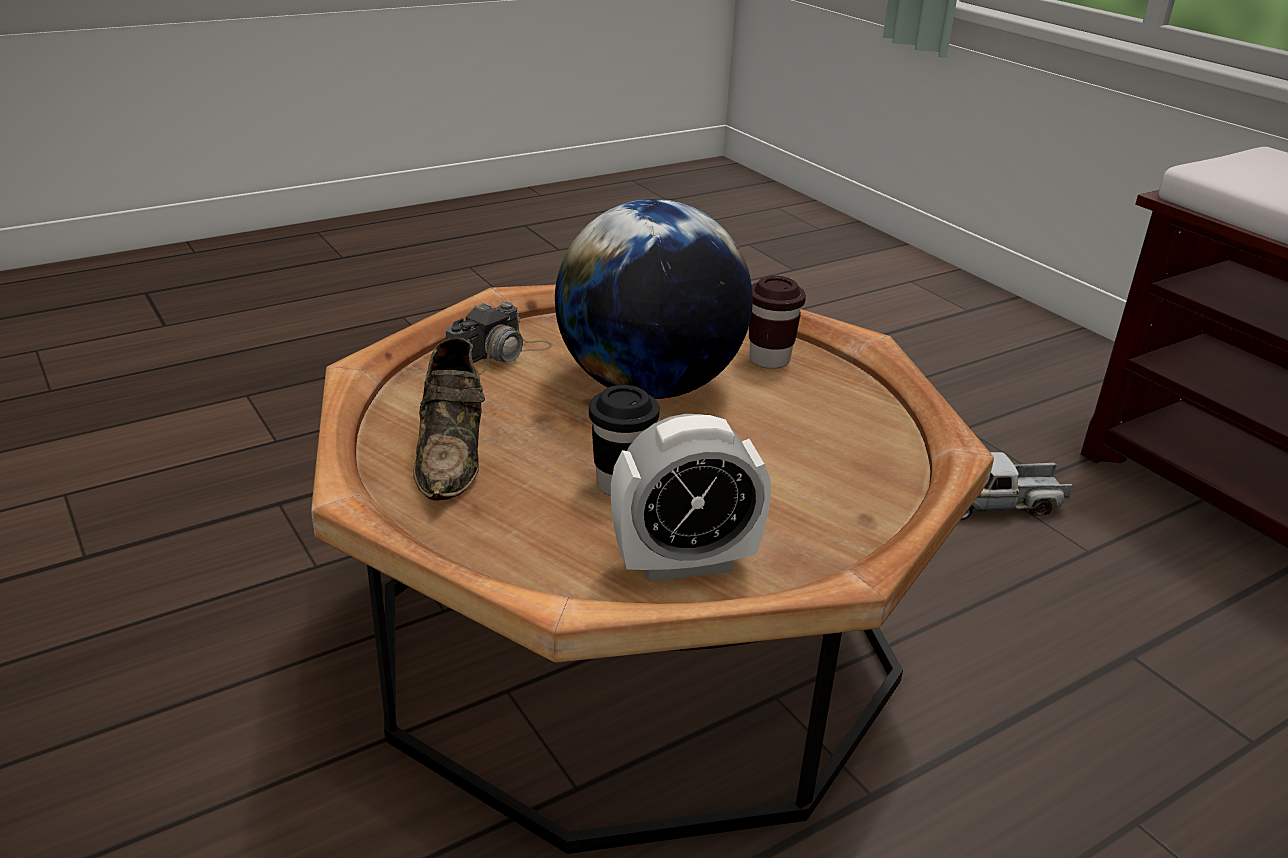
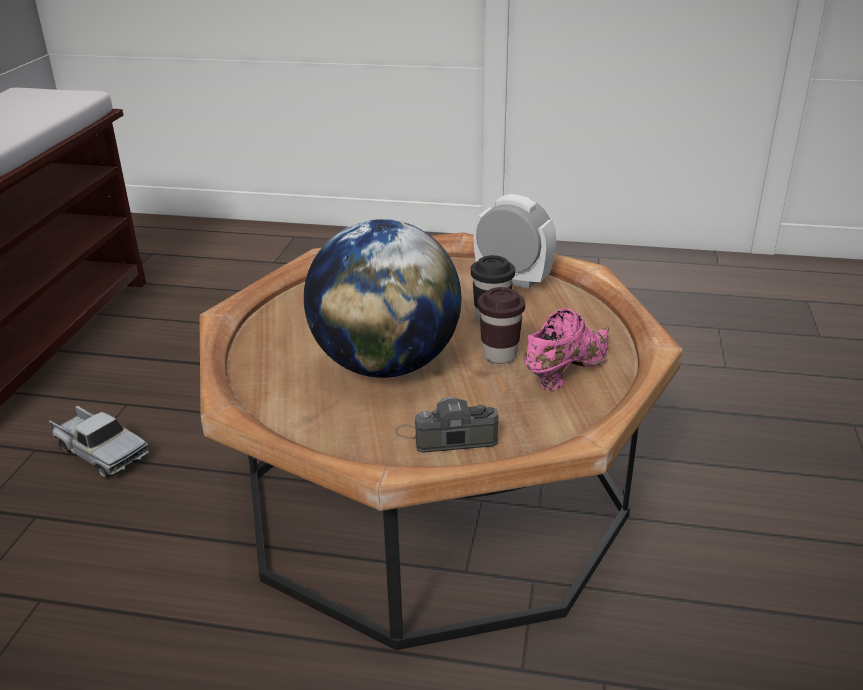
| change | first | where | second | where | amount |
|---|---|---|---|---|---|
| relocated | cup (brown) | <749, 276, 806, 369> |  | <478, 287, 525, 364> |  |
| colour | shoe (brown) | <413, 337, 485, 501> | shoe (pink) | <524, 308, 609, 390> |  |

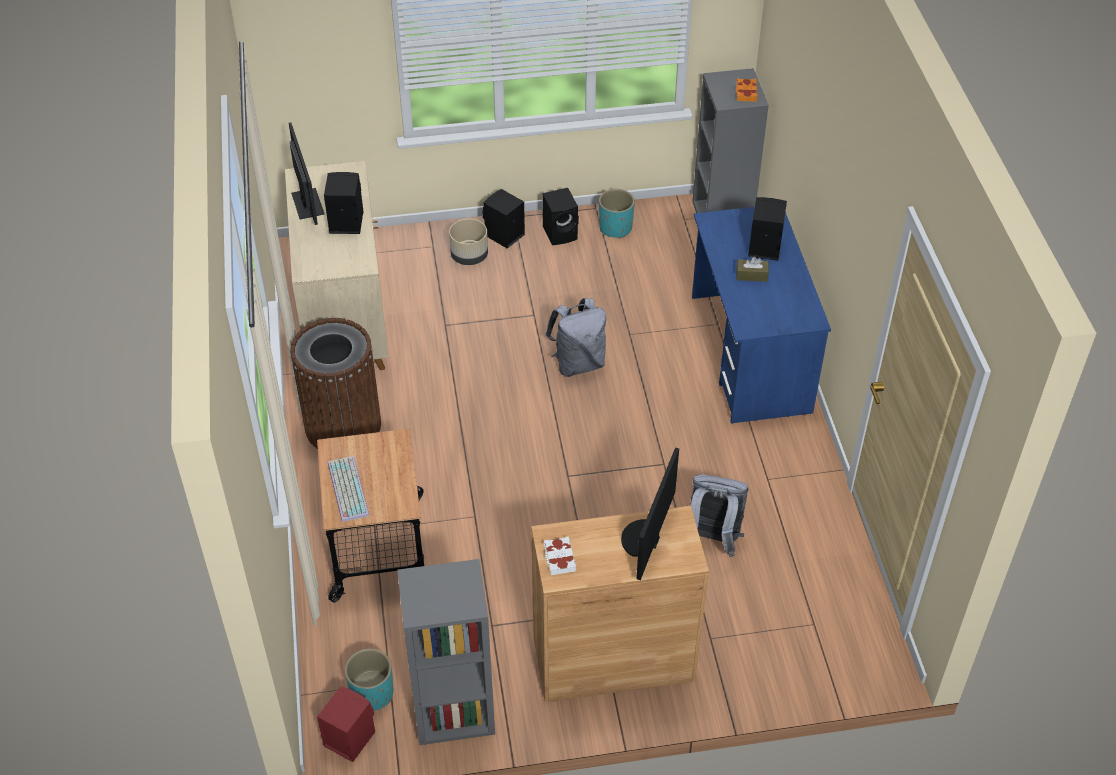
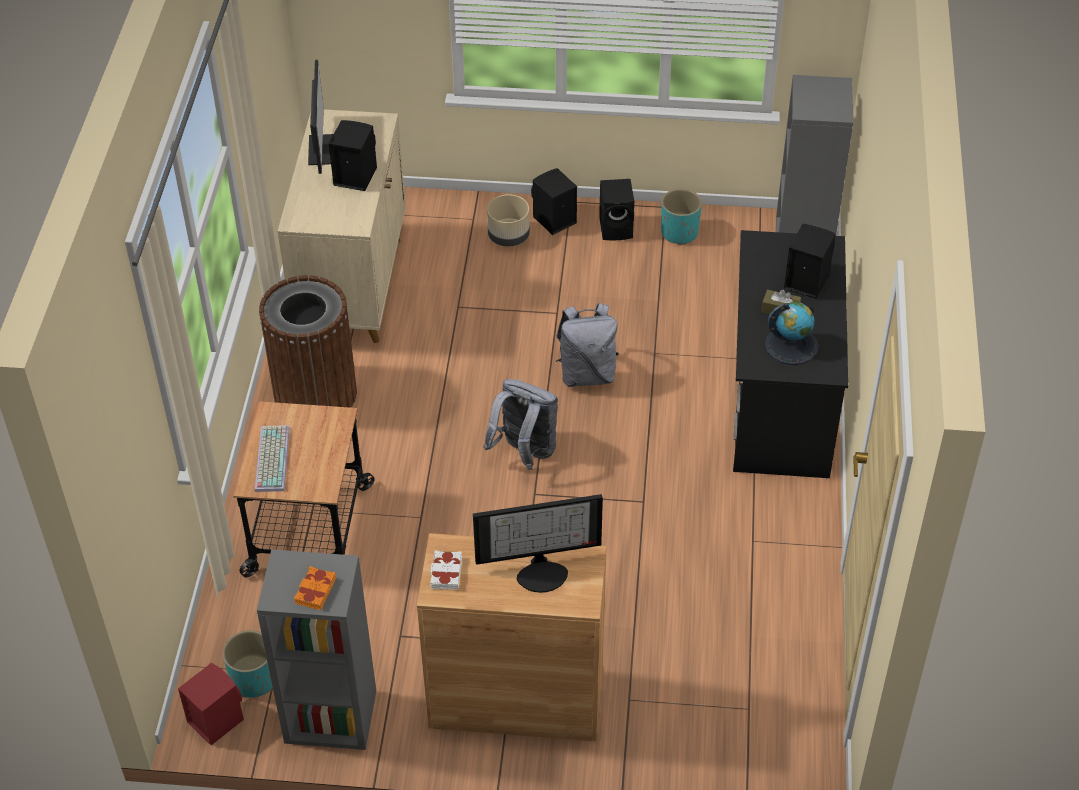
| change | first | where | second | where | amount |
|---|---|---|---|---|---|
| relocated | book (orange) | <736, 78, 757, 102> |  | <294, 566, 336, 610> |  |
| colour | desk (blue) | <692, 207, 831, 423> | desk (black) | <733, 230, 848, 479> |  |
| spun | monitor | <621, 448, 679, 580> |  | <473, 494, 603, 593> | 135 degrees counterclockwise |
| relocated | backpack (grey) | <690, 474, 748, 557> |  | <483, 379, 558, 470> |  |
| appeared |  |  | globe | <765, 302, 819, 365> |  |

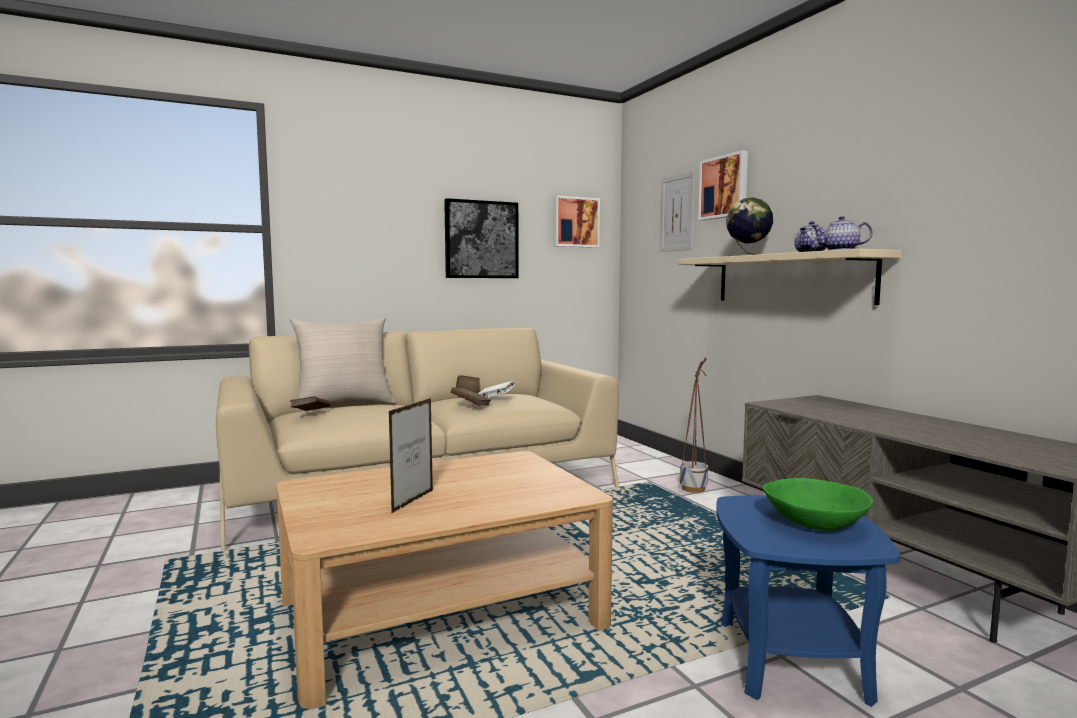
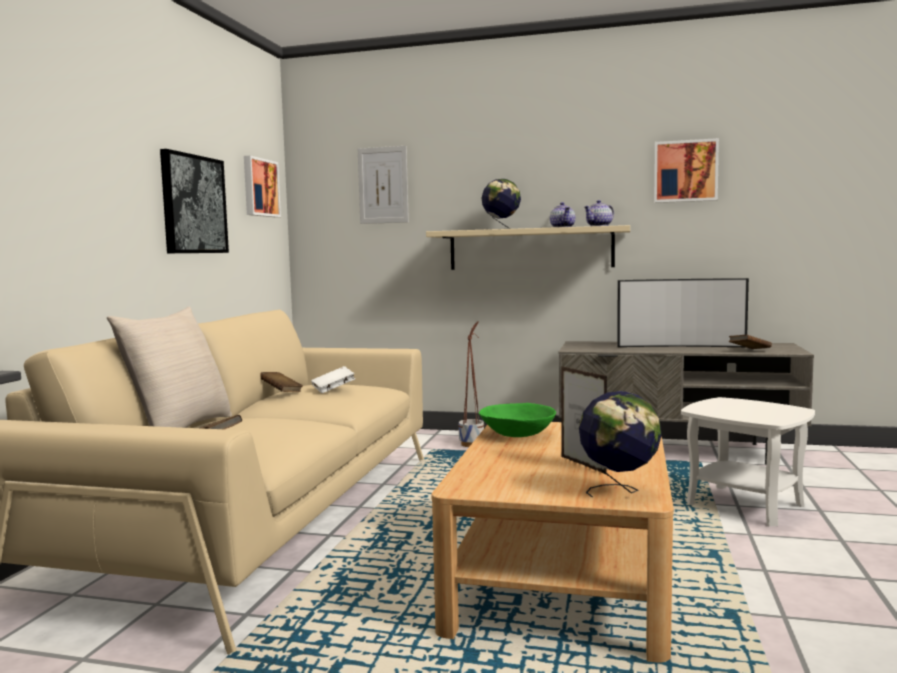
| change | first | where | second | where | amount |
|---|---|---|---|---|---|
| relocated | picture | <698, 150, 748, 220> |  | <654, 138, 719, 203> |  |
| relocated | book (brown) | <451, 388, 491, 406> |  | <729, 335, 772, 349> |  |
| relocated | bowl (green) | <763, 478, 873, 531> |  | <479, 403, 556, 437> |  |
| colour | side table (blue) | <716, 495, 900, 707> | side table (white) | <681, 397, 815, 526> |  |
| appeared |  |  | television | <617, 278, 749, 347> |  |
| appeared |  |  | globe | <579, 391, 662, 497> |  |

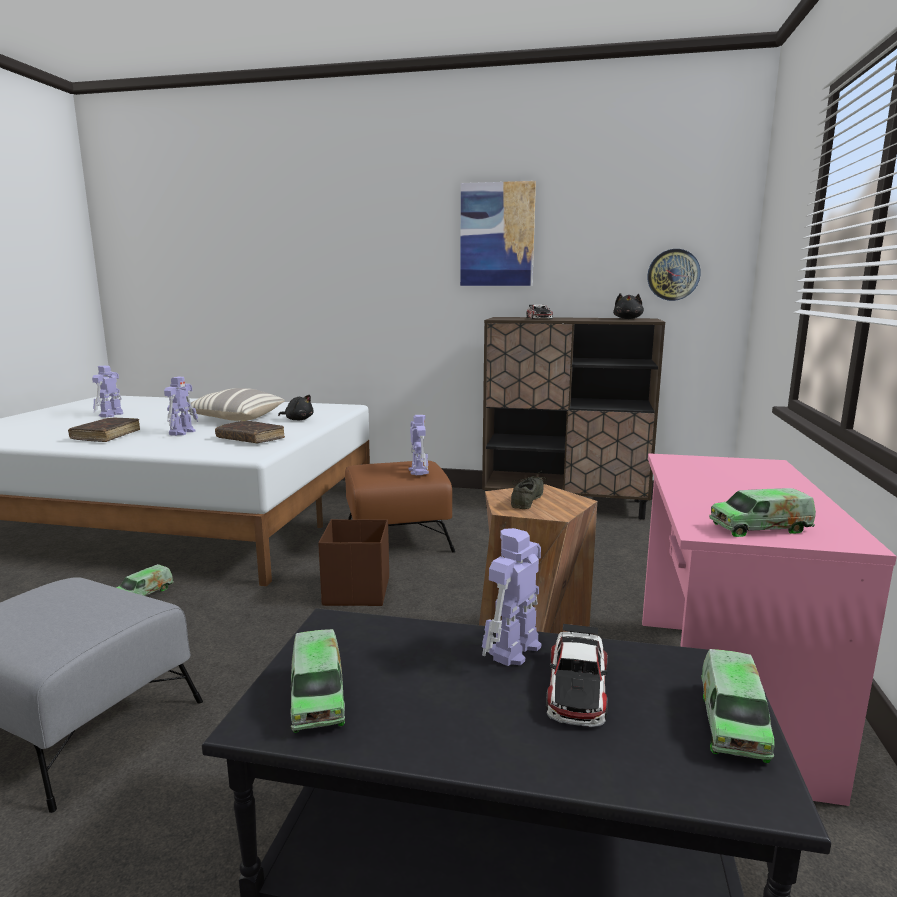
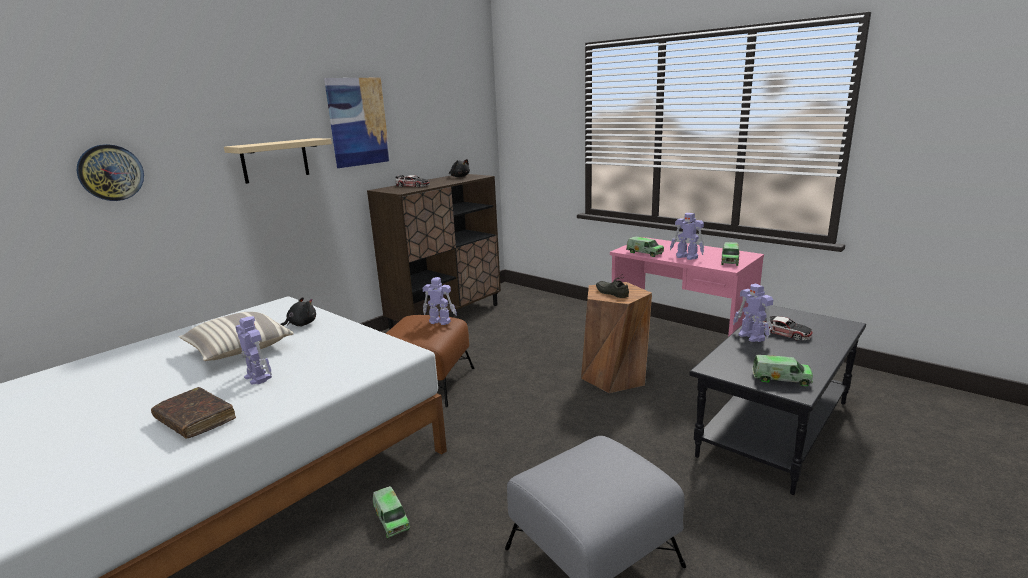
| change | first | where | second | where | amount |
|---|---|---|---|---|---|
| relocated | wall clock | <647, 249, 701, 301> |  | <76, 144, 144, 201> |  |
| relocated | toy robot | <92, 366, 123, 417> |  | <670, 213, 704, 260> |  |
| missing | book (brown) | <215, 420, 285, 444> |  |  |  |
| missing | storage box (brown) | <318, 519, 389, 606> |  |  |  |
| relocated | toy truck | <701, 649, 775, 763> |  | <626, 237, 664, 257> |  |
| appeared |  |  | shelf (beige) | <224, 138, 332, 184> |  |

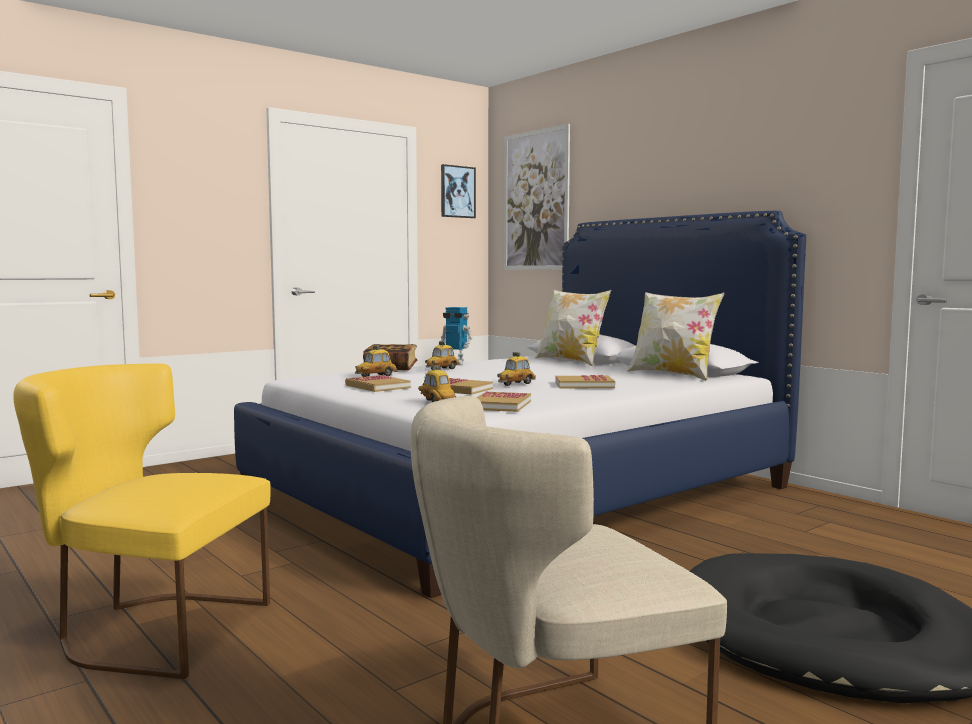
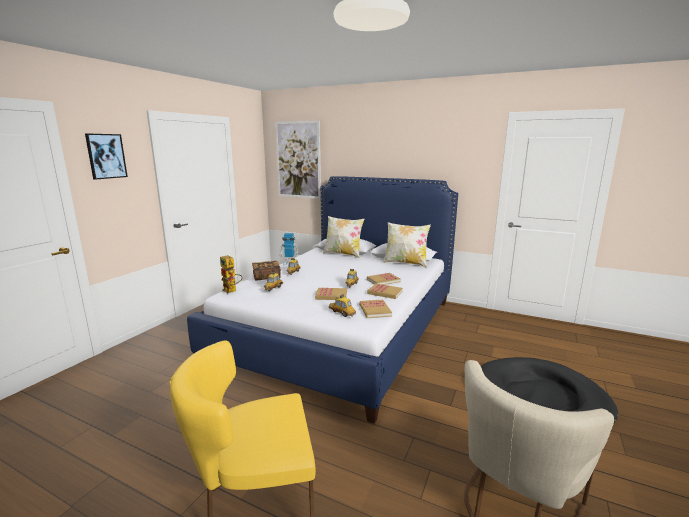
| change | first | where | second | where | amount |
|---|---|---|---|---|---|
| relocated | picture | <441, 164, 476, 218> |  | <85, 134, 128, 180> |  |
| relocated | book | <345, 375, 411, 392> |  | <367, 284, 403, 299> |  |
| appeared |  |  | toy robot | <220, 255, 243, 293> |  |

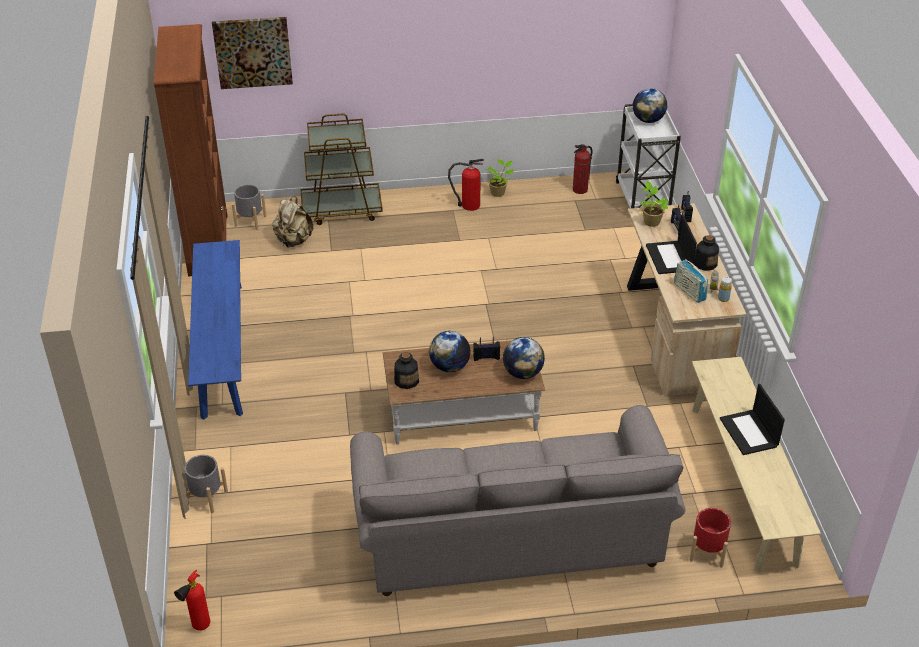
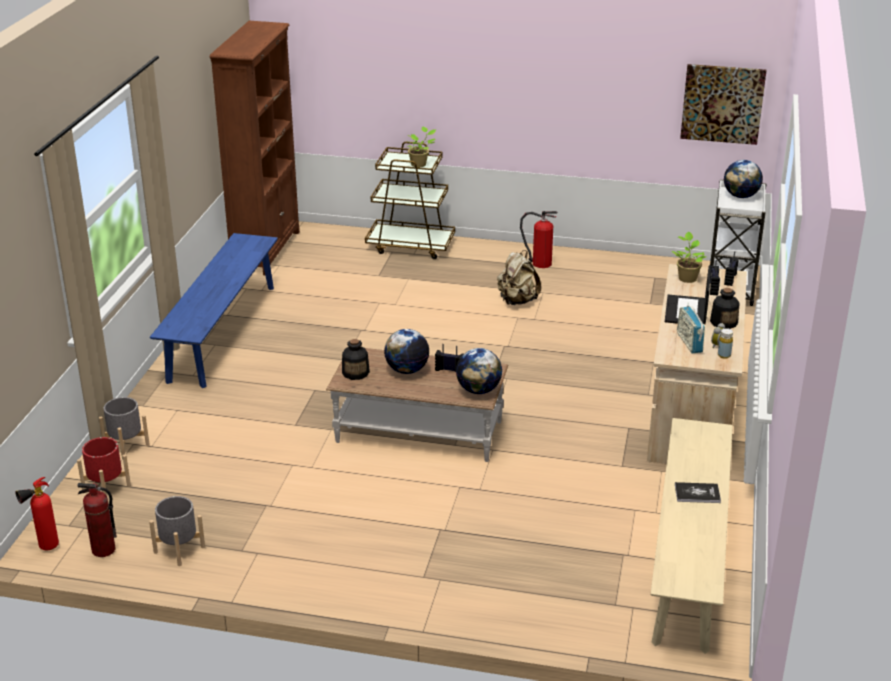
| change | first | where | second | where | amount |
|---|---|---|---|---|---|
| relocated | picture | <212, 17, 293, 89> |  | <680, 64, 766, 145> |  |
| relocated | fire extinguisher | <573, 144, 593, 194> |  | <77, 483, 117, 557> |  |
| relocated | potted plant | <485, 159, 514, 197> |  | <406, 126, 436, 167> |  |
| relocated | planter (grey) | <232, 185, 267, 230> |  | <149, 496, 205, 566> |  |
| relocated | backpack (beige) | <272, 197, 314, 248> |  | <497, 250, 541, 305> |  |
| exchanged | laptop | <720, 384, 785, 455> | book | <675, 482, 721, 503> |  |
| missing | sofa (grey) | <350, 405, 685, 596> |  |  |  |
| relocated | planter (red) | <689, 508, 731, 568> |  | <77, 437, 131, 496> |  |

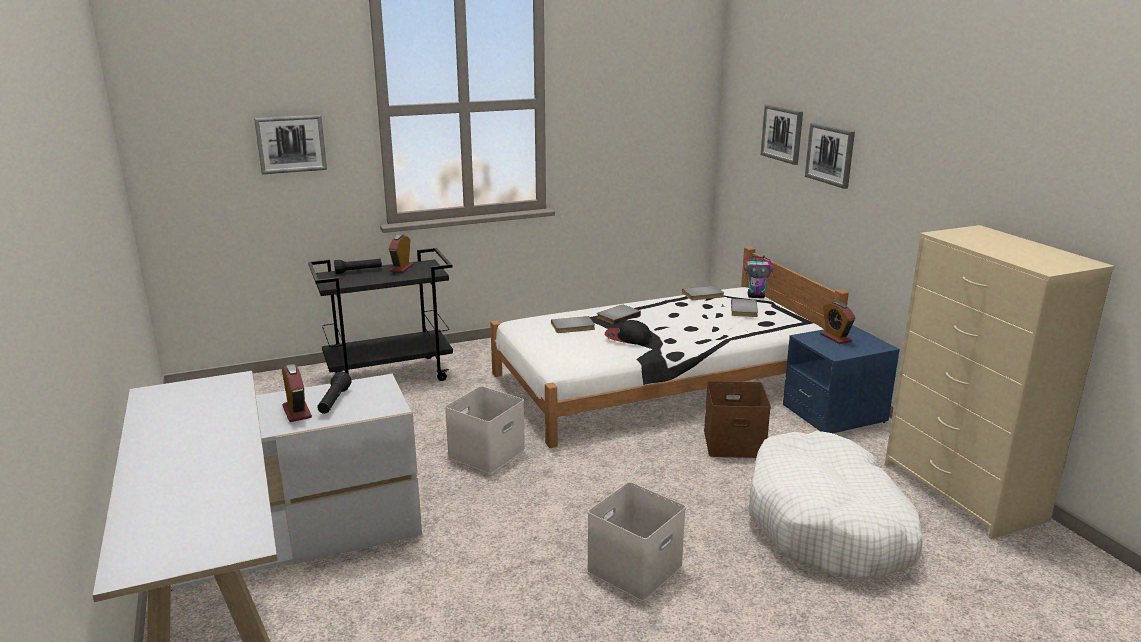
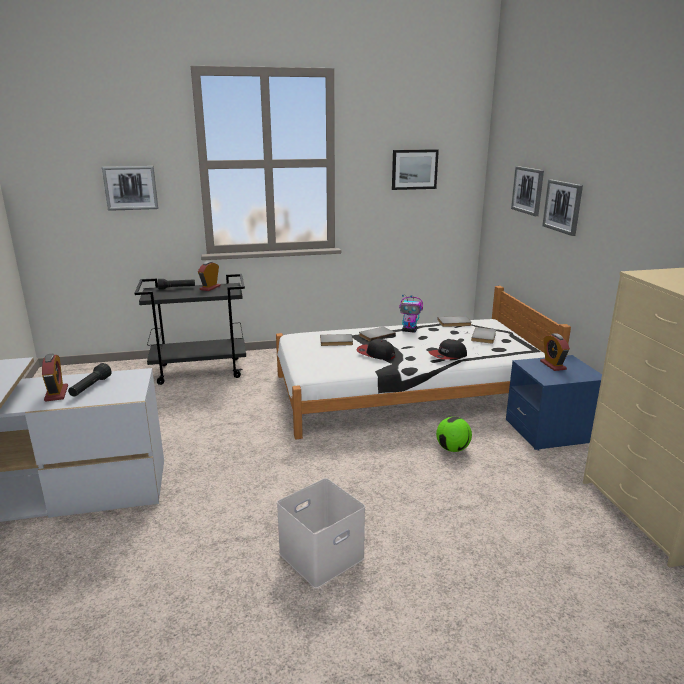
| change | first | where | second | where | amount |
|---|---|---|---|---|---|
| relocated | toy robot | <744, 254, 773, 298> |  | <399, 295, 423, 333> |  |
| exchanged | storage box (brown) | <704, 381, 771, 458> | football | <436, 417, 472, 452> |  |
| missing | storage box (white) | <445, 386, 525, 474> |  |  |  |
| missing | dog bed (white) | <749, 431, 923, 579> |  |  |  |
| appeared |  |  | picture | <392, 149, 439, 190> |  |
| appeared |  |  | cap | <429, 339, 467, 360> |  |

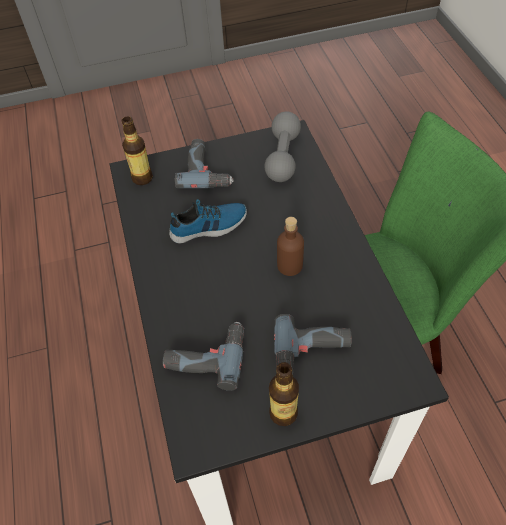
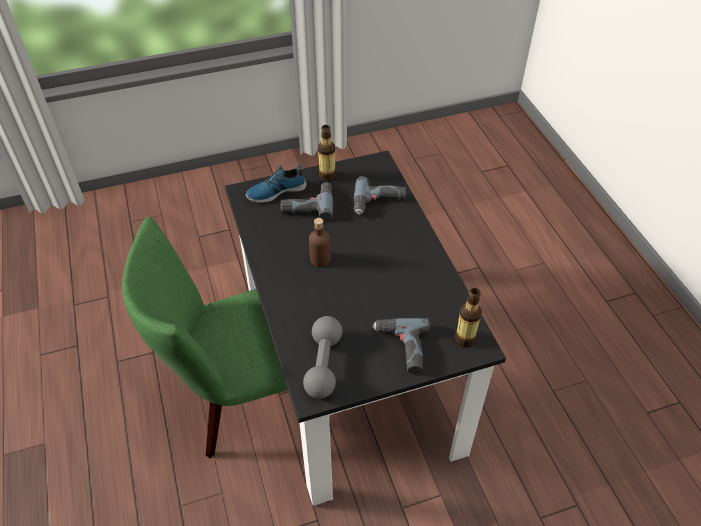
| change | first | where | second | where | amount |
|---|---|---|---|---|---|
| relocated | shoe | <169, 199, 247, 244> |  | <246, 165, 306, 203> |  |

